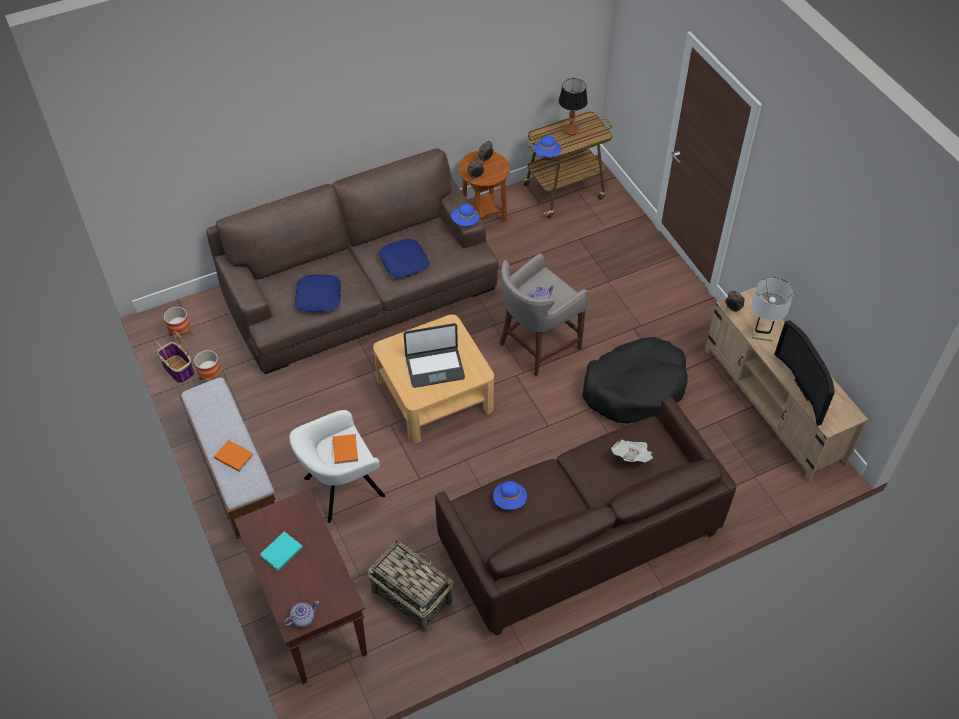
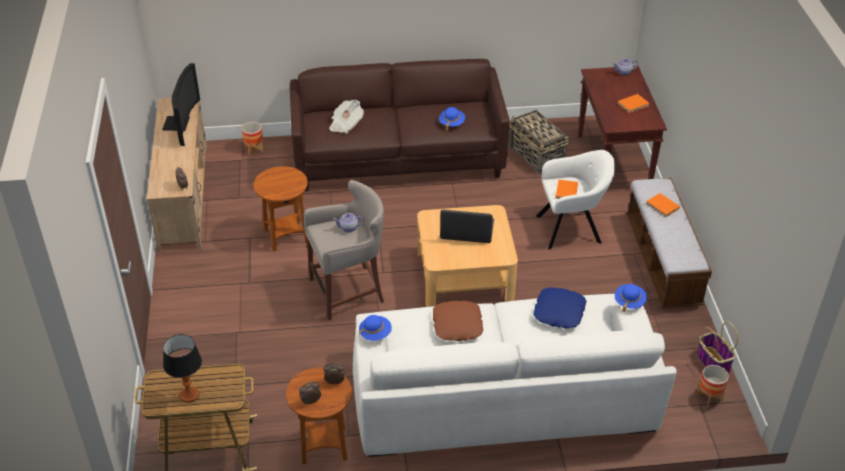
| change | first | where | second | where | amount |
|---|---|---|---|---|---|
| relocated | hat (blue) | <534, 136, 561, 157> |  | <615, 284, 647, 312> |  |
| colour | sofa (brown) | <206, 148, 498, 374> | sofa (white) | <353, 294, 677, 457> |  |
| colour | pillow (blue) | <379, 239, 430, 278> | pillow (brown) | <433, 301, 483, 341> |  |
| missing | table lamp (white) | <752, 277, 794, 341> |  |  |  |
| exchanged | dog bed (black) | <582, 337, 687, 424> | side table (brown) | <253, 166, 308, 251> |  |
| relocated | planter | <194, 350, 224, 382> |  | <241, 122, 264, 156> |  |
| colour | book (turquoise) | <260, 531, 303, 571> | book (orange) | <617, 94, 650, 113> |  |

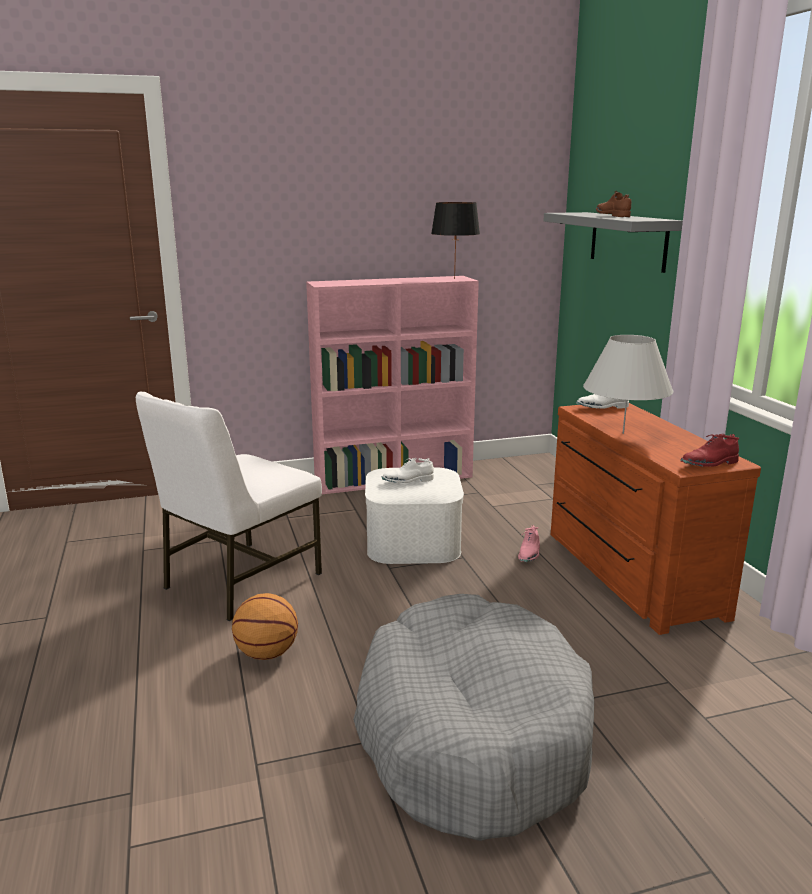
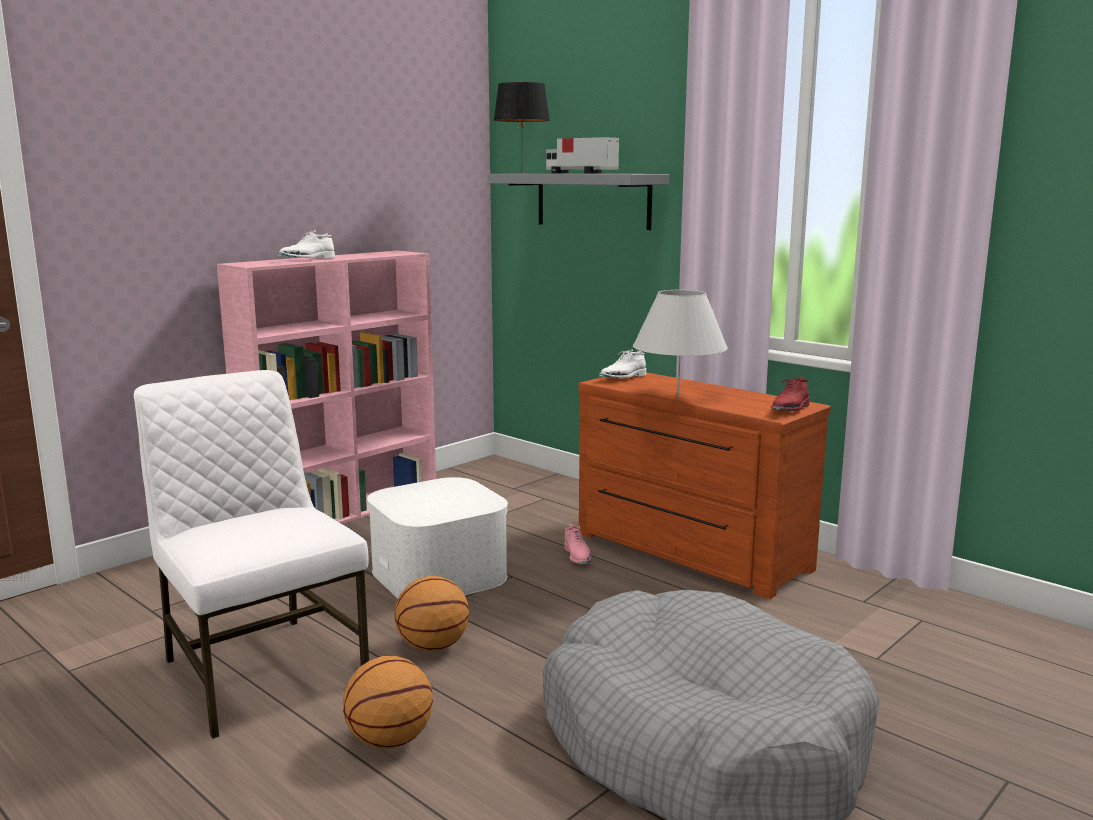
| change | first | where | second | where | amount |
|---|---|---|---|---|---|
| exchanged | shoe (brown) | <596, 191, 631, 217> | toy truck | <546, 137, 619, 173> |  |
| relocated | table lamp (black) | <431, 202, 480, 279> |  | <494, 82, 550, 154> |  |
| spun | chair (white) | <136, 392, 322, 621> |  | <134, 370, 369, 739> | 135 degrees clockwise |
| relocated | shoe (white) | <382, 458, 434, 483> |  | <278, 230, 335, 259> |  |
| appeared |  |  | basketball | <395, 576, 469, 652> |  |

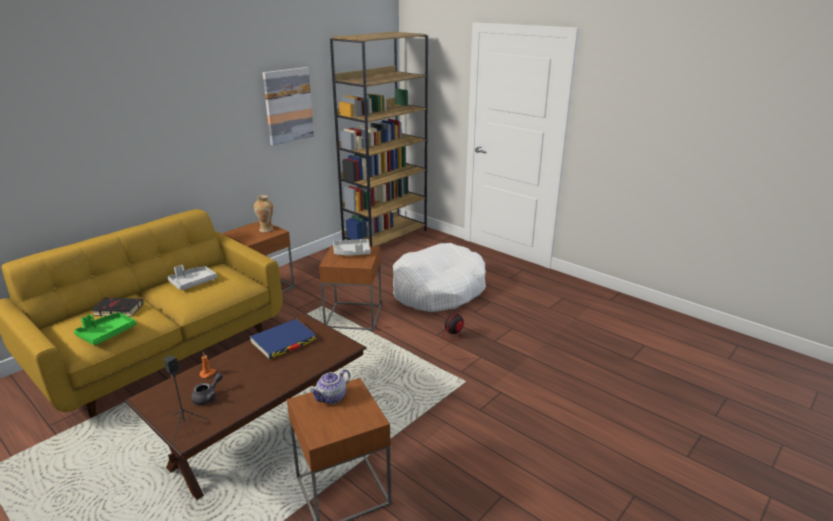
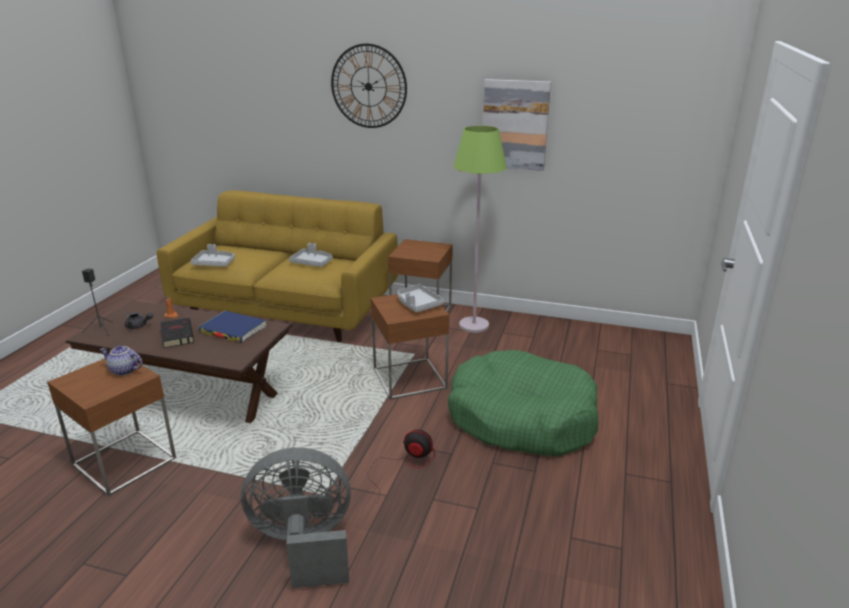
| change | first | where | second | where | amount |
|---|---|---|---|---|---|
| missing | bookcase (brown) | <330, 32, 428, 247> |  |  |  |
| missing | vase | <254, 195, 273, 232> |  |  |  |
| colour | dog bed (white) | <393, 243, 486, 312> | dog bed (green) | <448, 350, 598, 456> |  |
| relocated | book (black) | <91, 298, 143, 317> |  | <161, 318, 194, 348> |  |
| colour | tray (green) | <74, 312, 136, 345> | tray (grey) | <190, 244, 235, 267> |  |
| appeared |  |  | wall clock | <331, 44, 407, 128> |  |
| appeared |  |  | floor lamp (green) | <453, 126, 507, 333> |  |
| appeared |  |  | fan (grey) | <241, 447, 351, 588> |  |

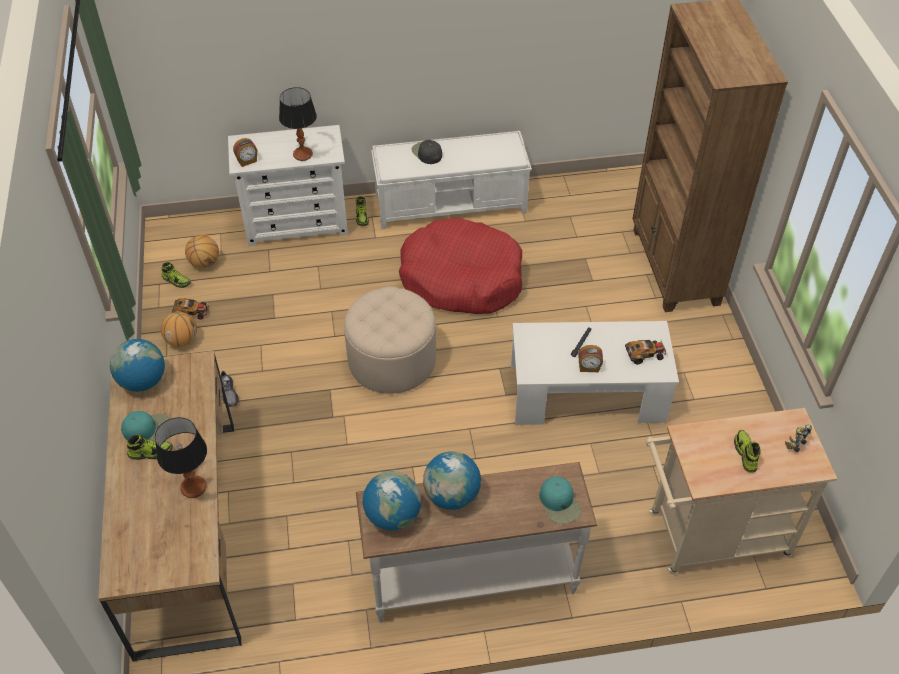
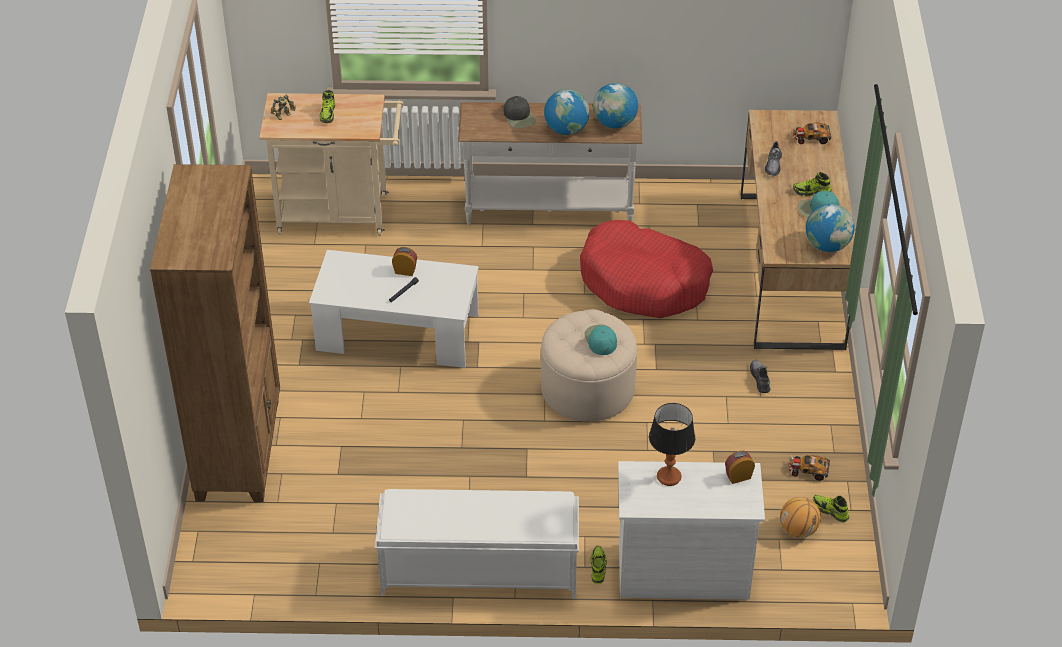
| change | first | where | second | where | amount |
|---|---|---|---|---|---|
| relocated | cap (black) | <412, 140, 442, 164> |  | <504, 96, 535, 128> |  |
| relocated | dog bed (red) | <399, 218, 522, 314> |  | <580, 220, 713, 318> |  |
| missing | basketball | <161, 312, 197, 347> |  |  |  |
| relocated | toy car | <625, 340, 666, 365> |  | <793, 122, 831, 144> |  |
| exchanged | table lamp | <155, 417, 207, 498> | shoe (grey) | <765, 141, 782, 176> |  |
| relocated | cap (turquoise) | <539, 476, 581, 524> |  | <584, 325, 617, 355> |  |

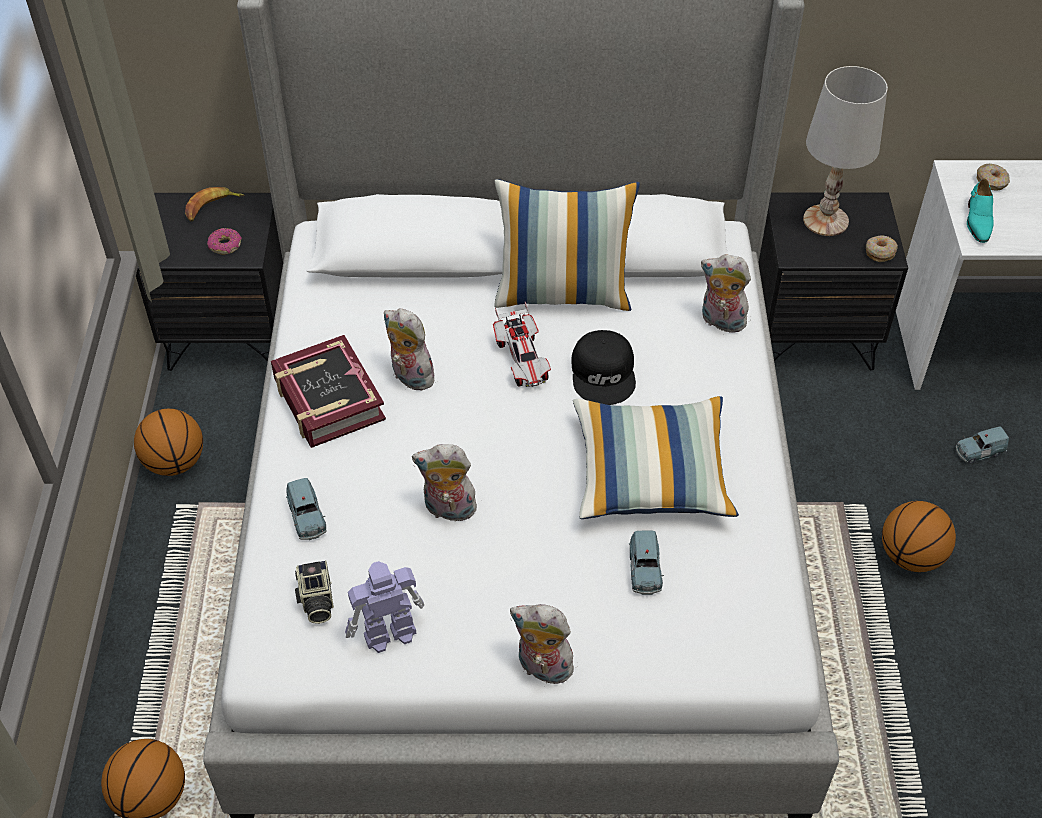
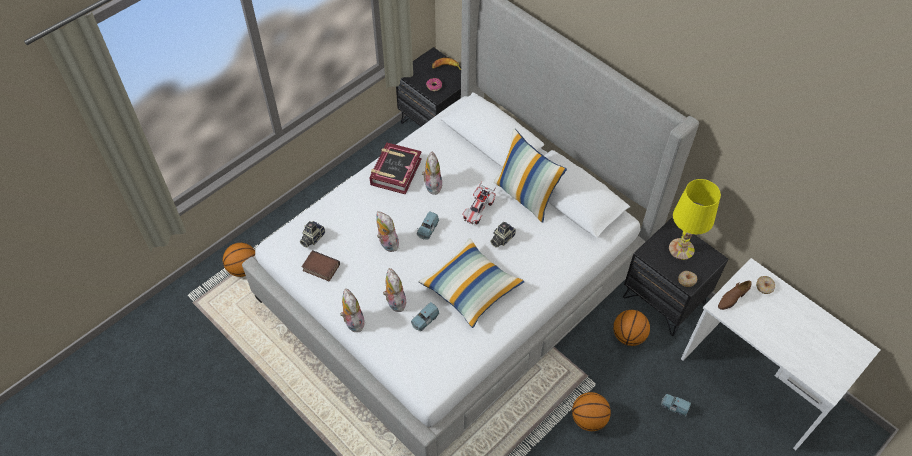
| change | first | where | second | where | amount |
|---|---|---|---|---|---|
| colour | table lamp (white) | <803, 66, 888, 236> | table lamp (yellow) | <669, 179, 721, 260> |  |
| colour | shoe (turquoise) | <967, 179, 994, 243> | shoe (brown) | <718, 281, 752, 310> |  |
| relocated | plush toy | <701, 254, 751, 333> |  | <383, 268, 406, 312> |  |
| exchanged | cap (black) | <571, 330, 636, 405> | photo camera | <490, 222, 516, 248> |  |
| relocated | basketball | <134, 409, 203, 476> |  | <613, 310, 650, 346> |  |
| relocated | toy car (blue) | <286, 478, 327, 540> |  | <417, 211, 439, 240> |  |
| exchanged | toy robot | <345, 561, 424, 653> | book | <302, 250, 340, 281> |  |

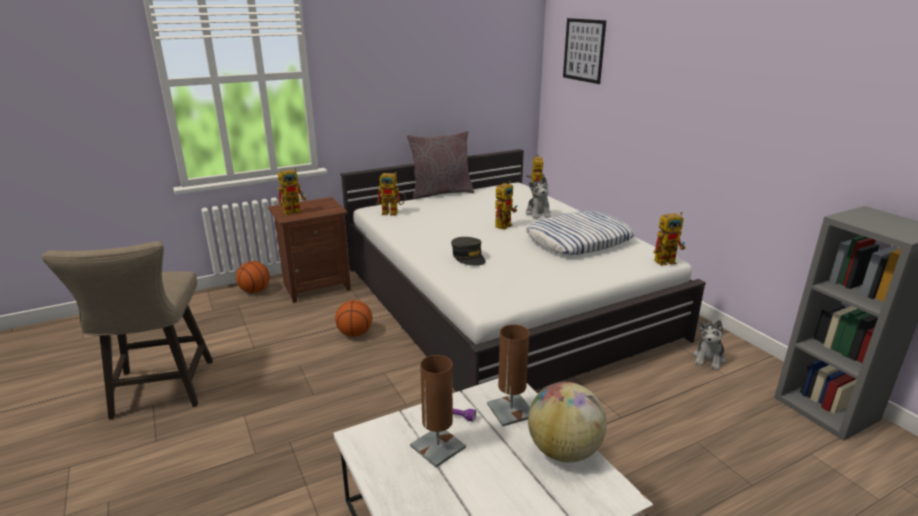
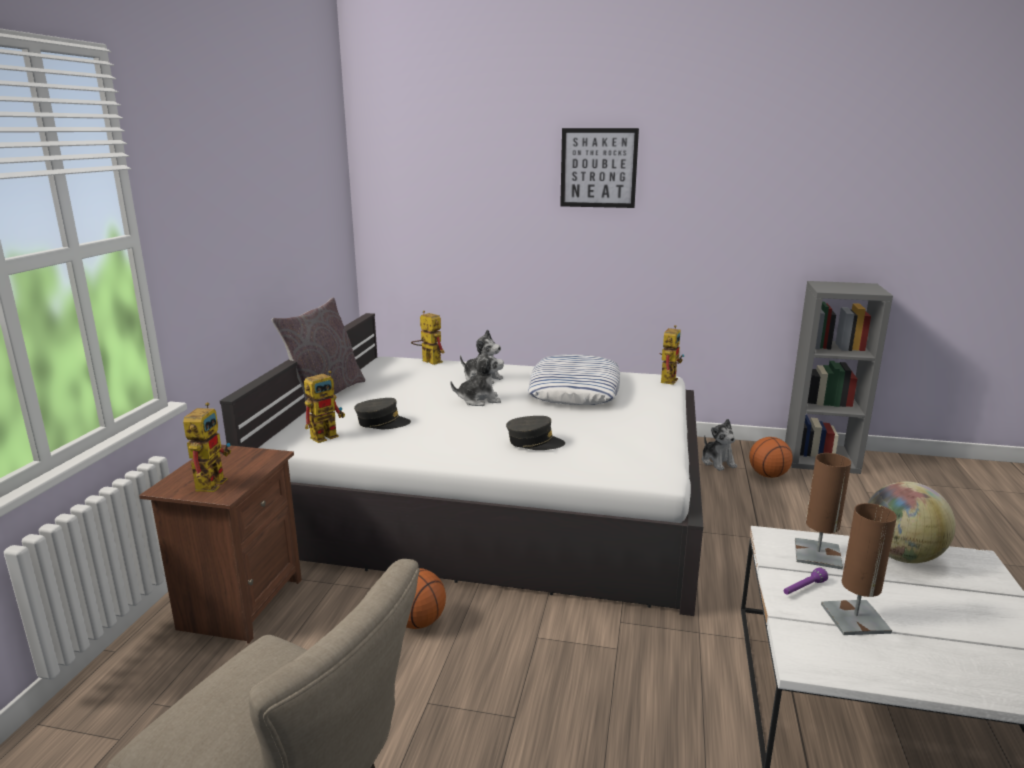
| change | first | where | second | where | amount |
|---|---|---|---|---|---|
| relocated | picture | <563, 18, 606, 84> |  | <560, 128, 639, 208> |  |
| exchanged | toy robot | <495, 181, 517, 230> | plush toy | <450, 346, 504, 406> |  |
| relocated | basketball | <236, 261, 270, 293> |  | <749, 437, 793, 478> |  |
| appeared |  |  | cap (grey) | <354, 398, 411, 429> |  |

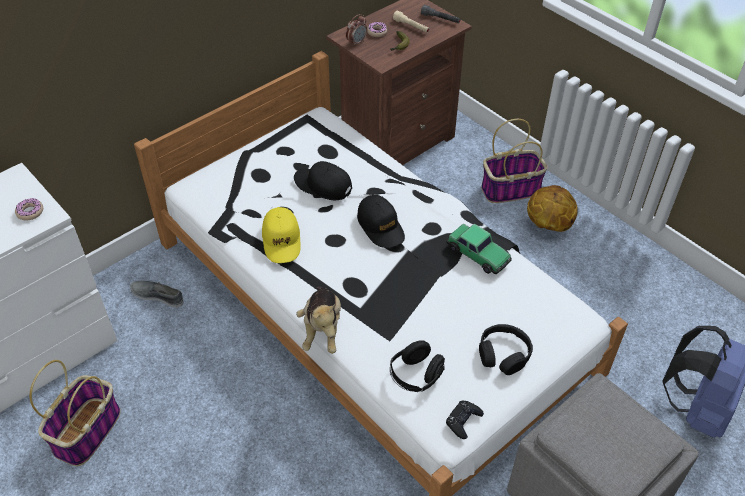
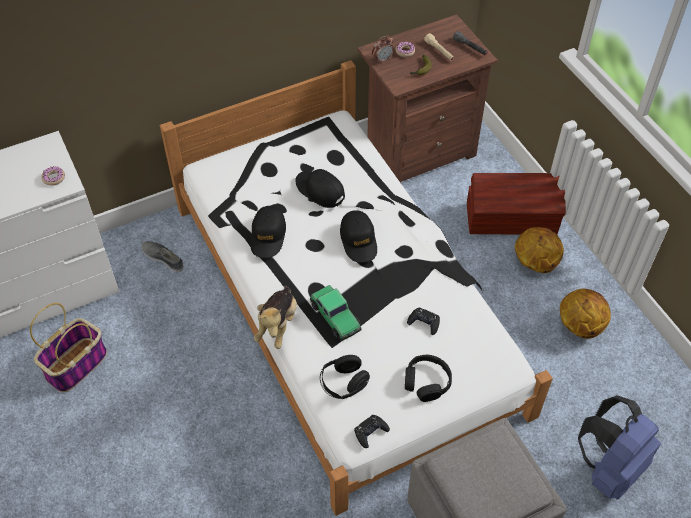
| change | first | where | second | where | amount |
|---|---|---|---|---|---|
| exchanged | basket | <481, 119, 548, 203> | storage box (brown) | <467, 173, 566, 234> |  |
| colour | cap (yellow) | <262, 207, 301, 263> | cap (black) | <250, 206, 286, 258> |  |
| relocated | toy car | <447, 224, 512, 274> |  | <310, 285, 362, 341> |  |
| appeared |  |  | basketball | <560, 289, 611, 339> |  |
| appeared |  |  | game controller (black) | <407, 308, 440, 335> |  |

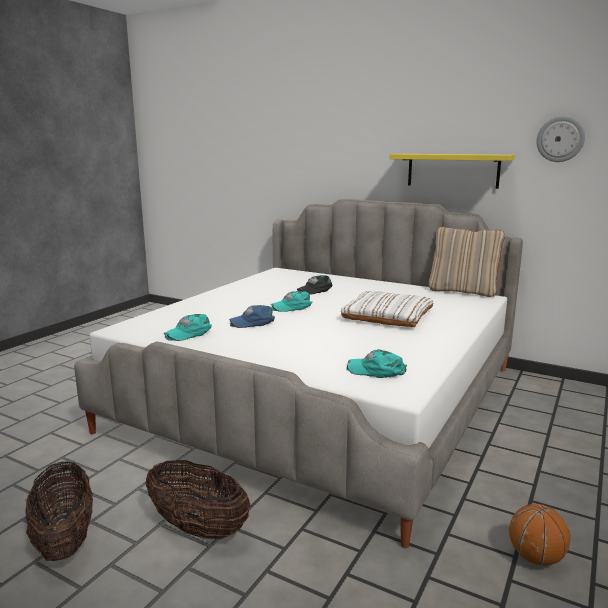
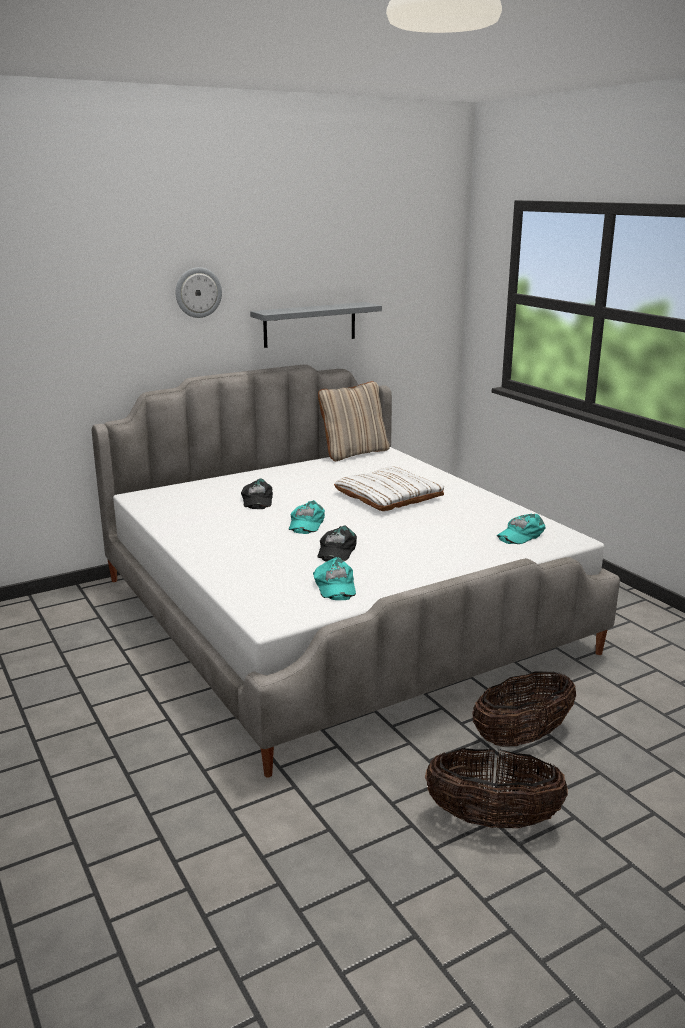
| change | first | where | second | where | amount |
|---|---|---|---|---|---|
| relocated | wall clock | <537, 116, 585, 162> |  | <175, 267, 222, 318> |  |
| colour | shelf (yellow) | <389, 154, 515, 189> | shelf (grey) | <250, 302, 382, 348> |  |
| colour | cap (blue) | <229, 305, 275, 328> | cap (black) | <317, 525, 357, 562> |  |
| missing | basketball | <509, 504, 571, 565> |  |  |  |

